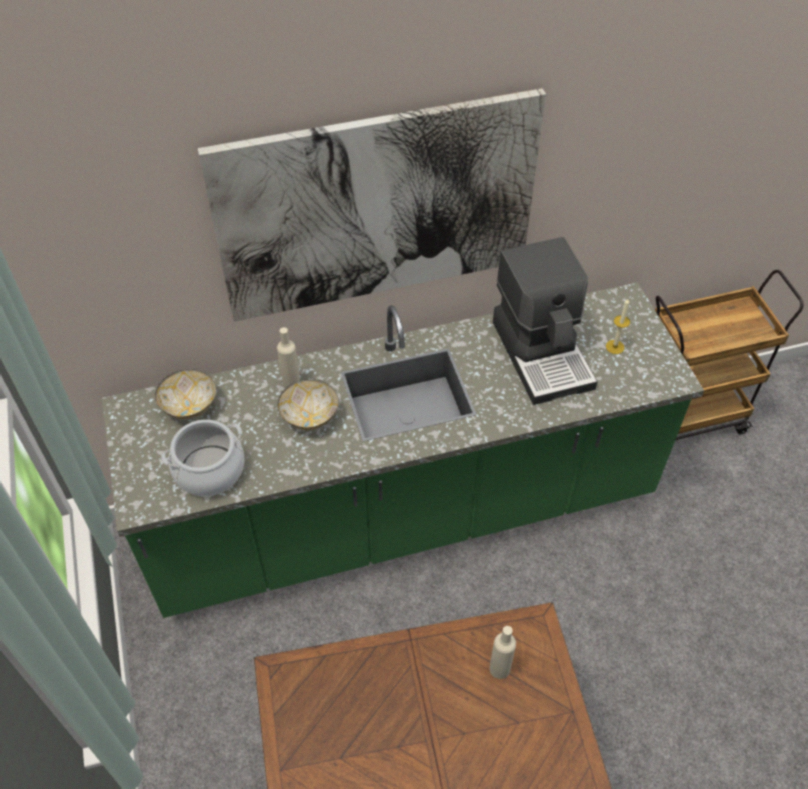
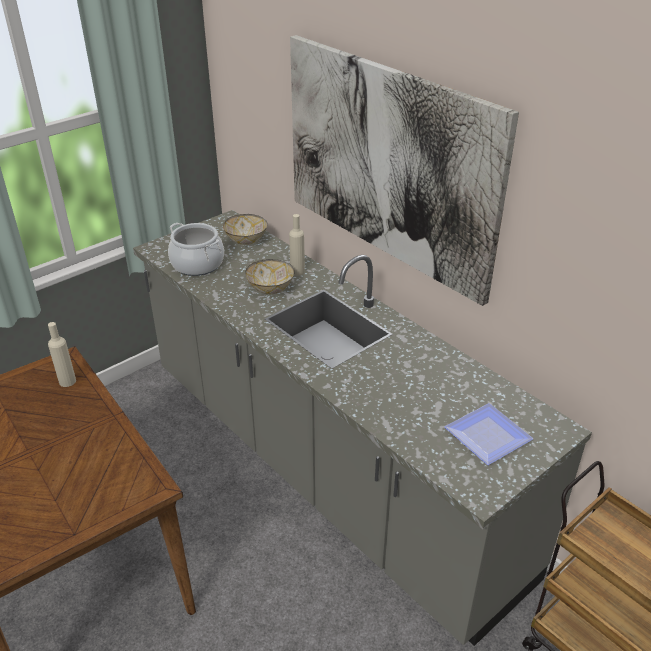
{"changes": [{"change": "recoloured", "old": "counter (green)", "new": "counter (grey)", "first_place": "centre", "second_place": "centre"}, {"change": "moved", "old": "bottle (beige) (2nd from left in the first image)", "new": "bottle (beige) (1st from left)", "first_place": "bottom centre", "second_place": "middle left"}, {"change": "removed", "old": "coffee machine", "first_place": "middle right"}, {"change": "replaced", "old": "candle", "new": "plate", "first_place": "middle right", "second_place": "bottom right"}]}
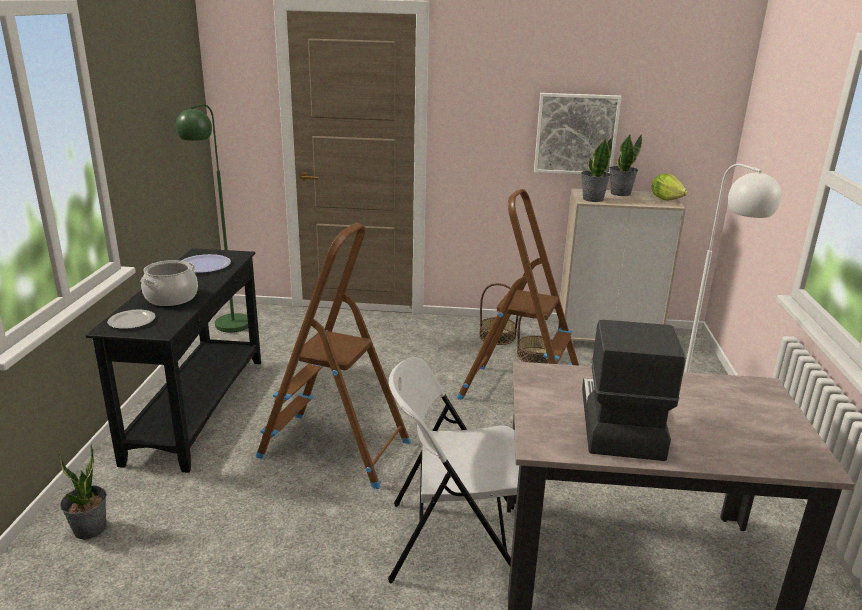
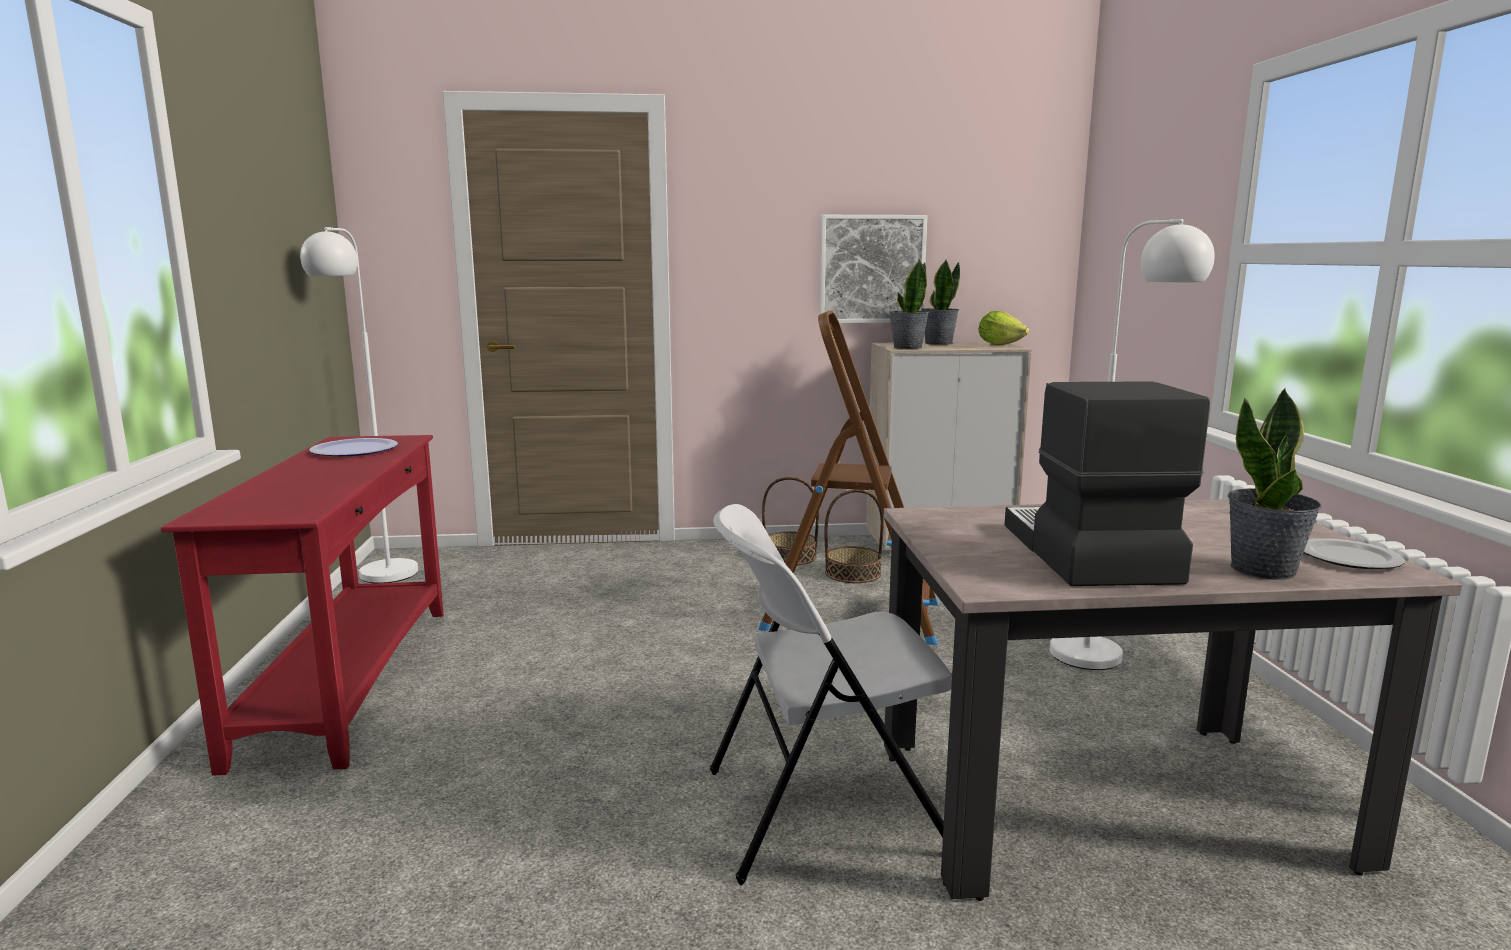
{"changes": [{"change": "moved", "old": "potted plant (1st from left in the first image)", "new": "potted plant (3rd from left)", "first_place": "bottom left", "second_place": "middle right"}, {"change": "recoloured", "old": "console table (black)", "new": "console table (red)", "first_place": "middle left", "second_place": "middle left"}, {"change": "moved", "old": "plate (1st from left in the first image)", "new": "plate (2nd from left)", "first_place": "middle left", "second_place": "middle right"}, {"change": "removed", "old": "cooking pot", "first_place": "middle left"}, {"change": "recoloured", "old": "floor lamp (green)", "new": "floor lamp (white) (1st from left)", "first_place": "middle left", "second_place": "middle left"}, {"change": "removed", "old": "step ladder (brown) (1st from left)", "first_place": "centre"}]}
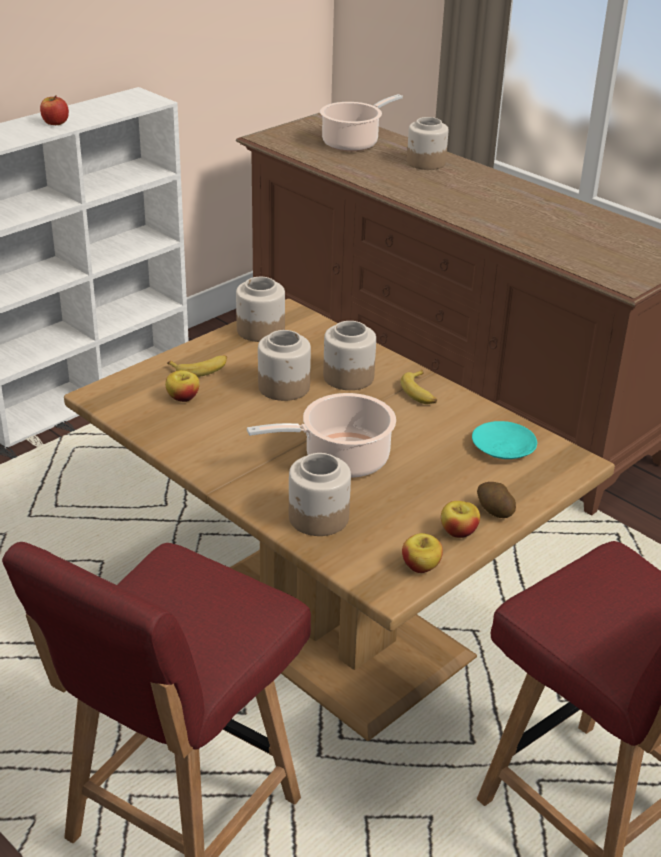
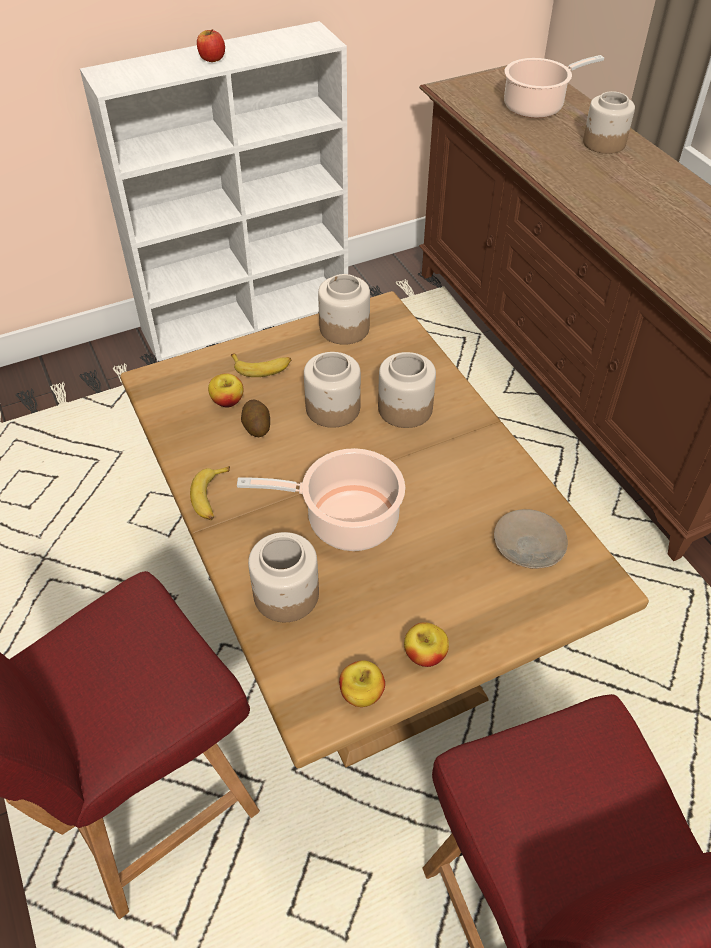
{"changes": [{"change": "moved", "old": "banana (2nd from left in the first image)", "new": "banana (1st from left)", "first_place": "centre", "second_place": "middle left"}, {"change": "recoloured", "old": "plate (turquoise)", "new": "plate (beige)", "first_place": "middle right", "second_place": "middle right"}, {"change": "moved", "old": "potato", "first_place": "middle right", "second_place": "centre"}]}
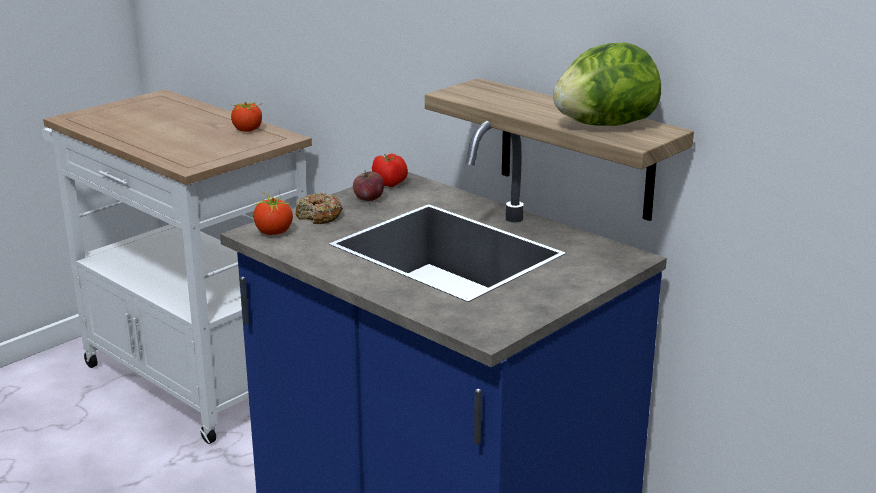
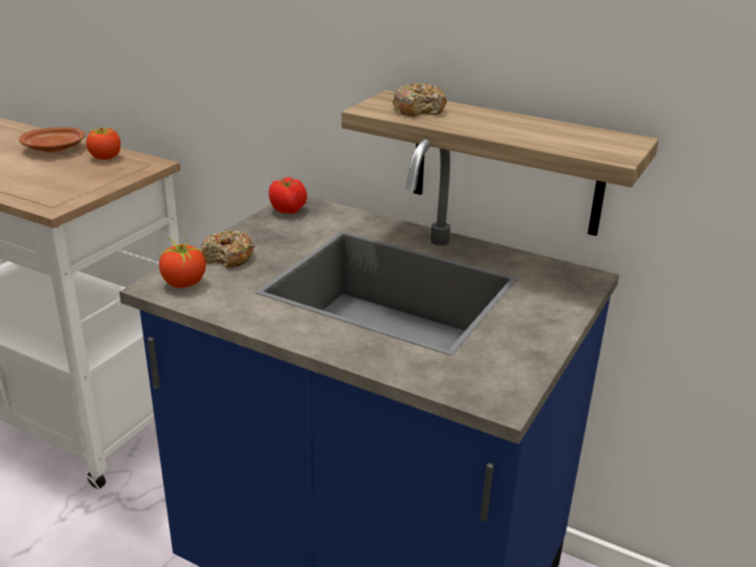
{"changes": [{"change": "removed", "old": "apple", "first_place": "centre"}, {"change": "removed", "old": "lettuce", "first_place": "top right"}, {"change": "added", "new": "plate (brown)", "second_place": "top left"}, {"change": "added", "new": "donut (2nd from left)", "second_place": "top centre"}]}
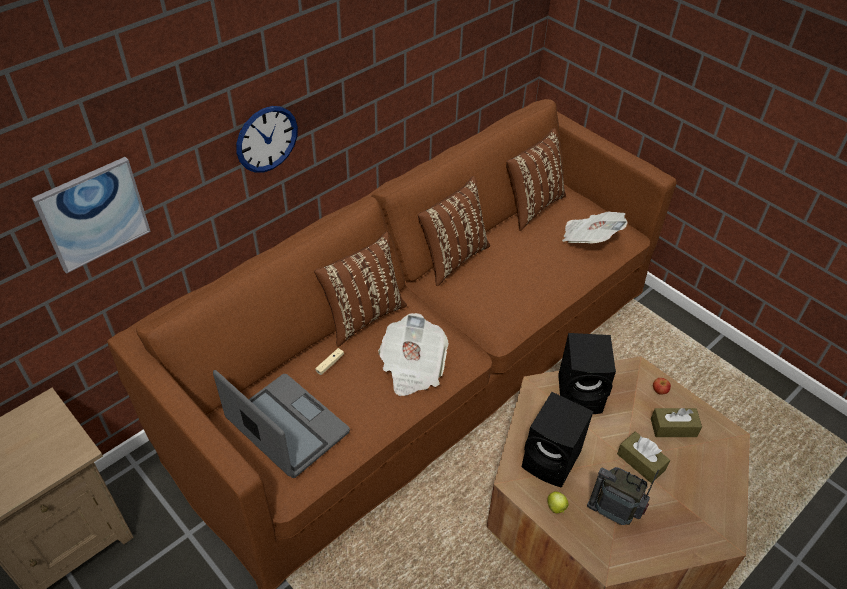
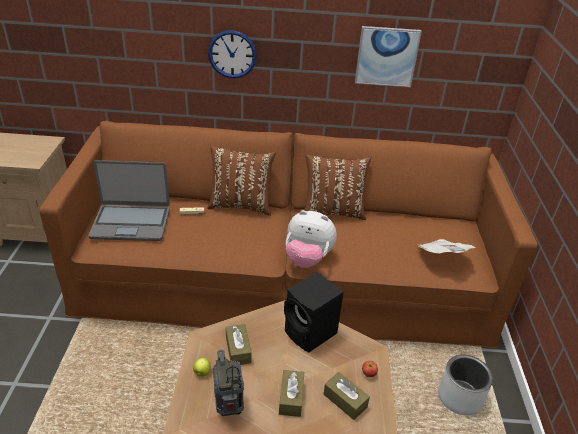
{"changes": [{"change": "moved", "old": "picture", "first_place": "middle left", "second_place": "top right"}, {"change": "turned", "old": "laptop", "first_place": "bottom left", "second_place": "middle left", "degrees": 90}, {"change": "removed", "old": "newspaper (1st from left)", "first_place": "centre"}, {"change": "removed", "old": "pillow (brown) (3rd from left)", "first_place": "top centre"}, {"change": "replaced", "old": "speaker (black) (1st from left)", "new": "tissue box (brown) (1st from left)", "first_place": "bottom centre", "second_place": "bottom centre"}, {"change": "added", "new": "plush toy", "second_place": "centre"}, {"change": "added", "new": "planter (grey)", "second_place": "bottom right"}]}
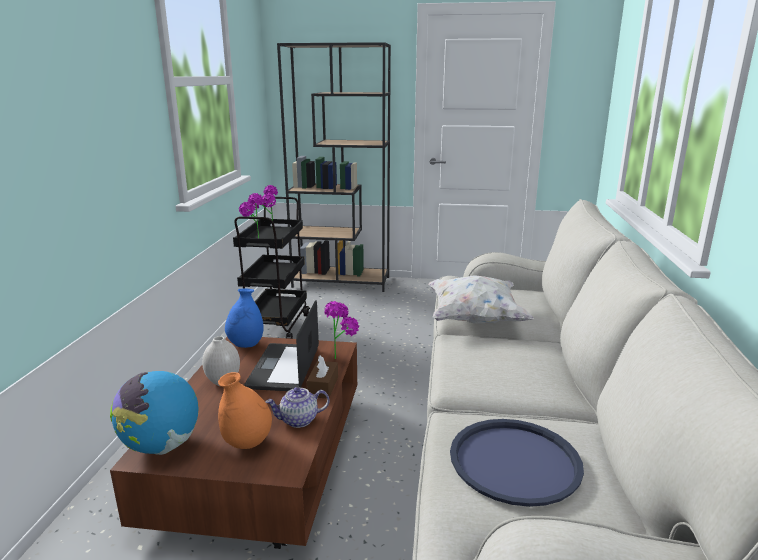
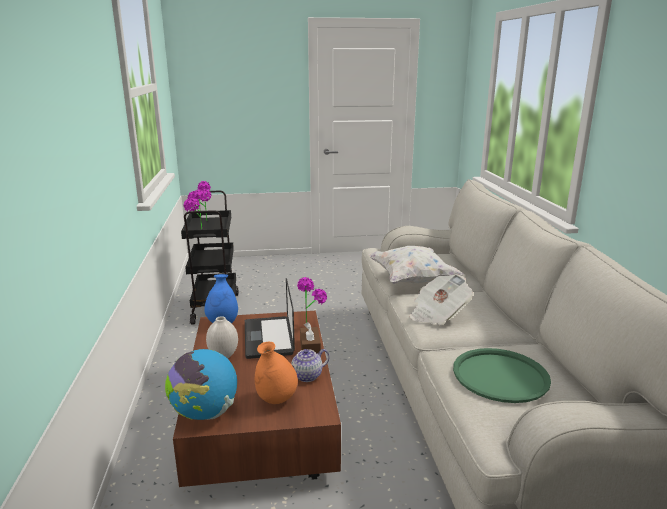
{"changes": [{"change": "removed", "old": "bookcase", "first_place": "top centre"}, {"change": "recoloured", "old": "tray (blue)", "new": "tray (green)", "first_place": "bottom right", "second_place": "bottom right"}, {"change": "added", "new": "newspaper", "second_place": "centre"}]}
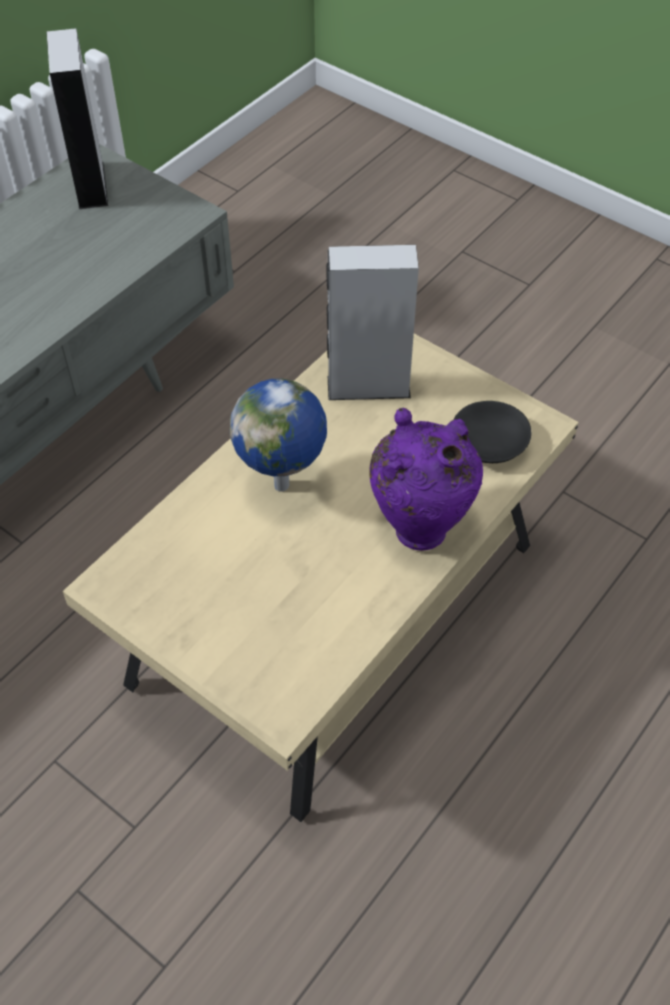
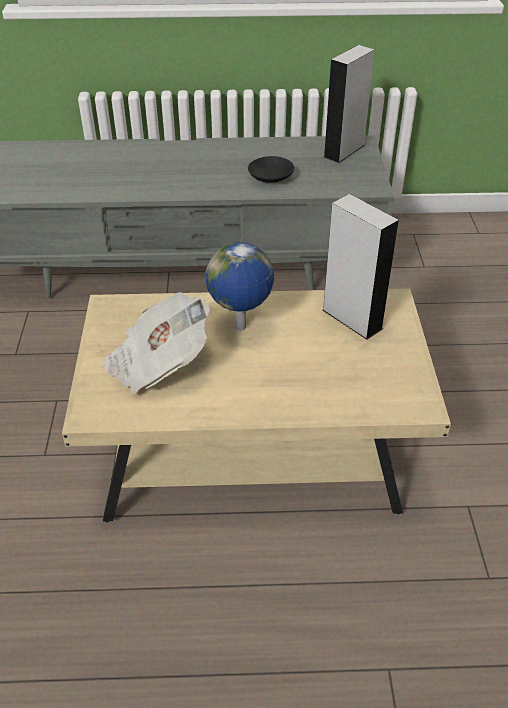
{"changes": [{"change": "removed", "old": "vase (purple)", "first_place": "centre"}, {"change": "moved", "old": "bowl (black)", "first_place": "middle right", "second_place": "top centre"}, {"change": "added", "new": "newspaper", "second_place": "middle left"}]}
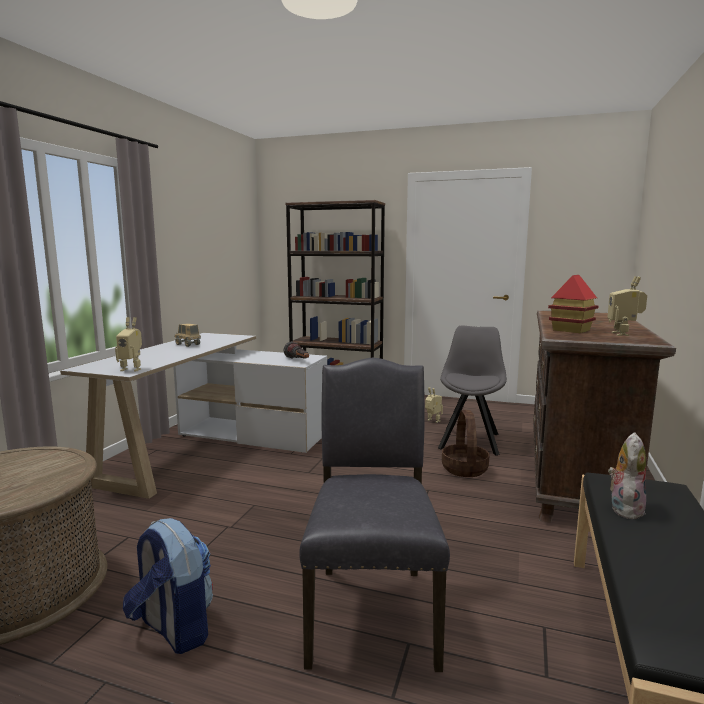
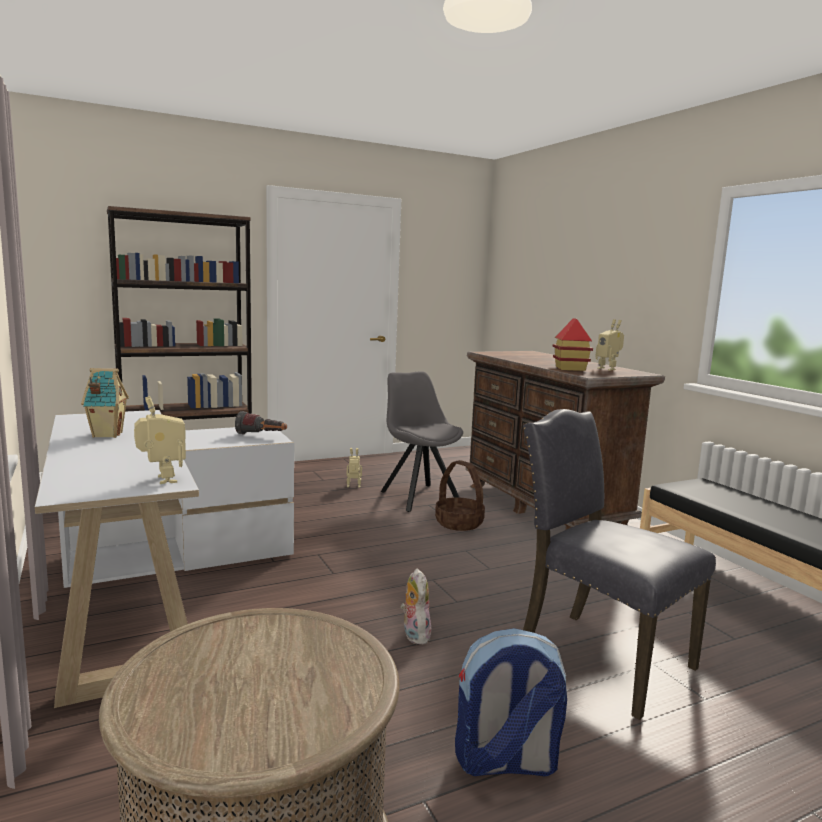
{"changes": [{"change": "turned", "old": "toy robot (1st from left)", "first_place": "middle left", "second_place": "middle left", "degrees": -75}, {"change": "replaced", "old": "toy truck", "new": "toy house (1st from left)", "first_place": "middle left", "second_place": "middle left"}, {"change": "moved", "old": "plush toy", "first_place": "bottom right", "second_place": "bottom centre"}]}
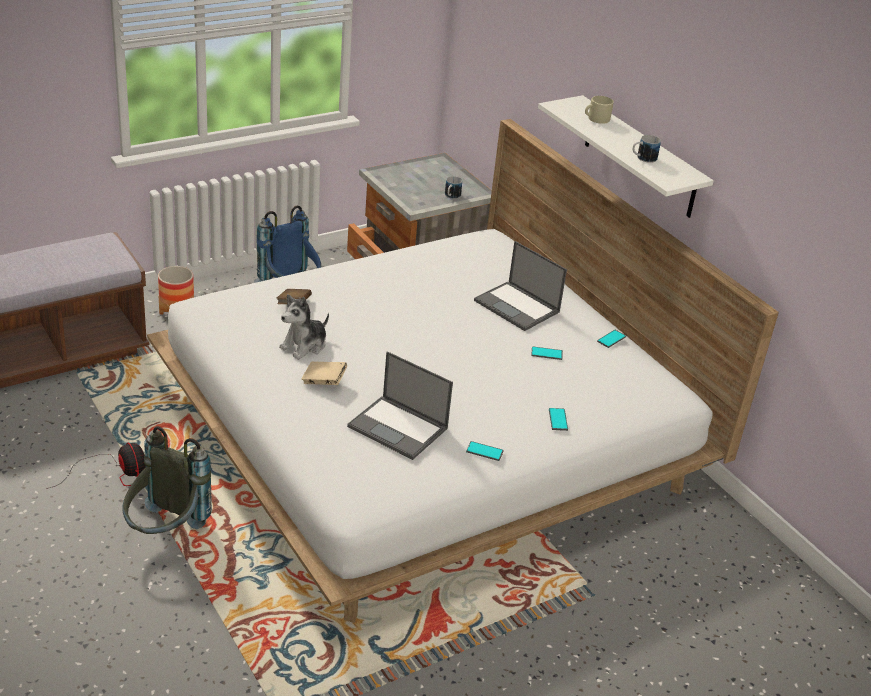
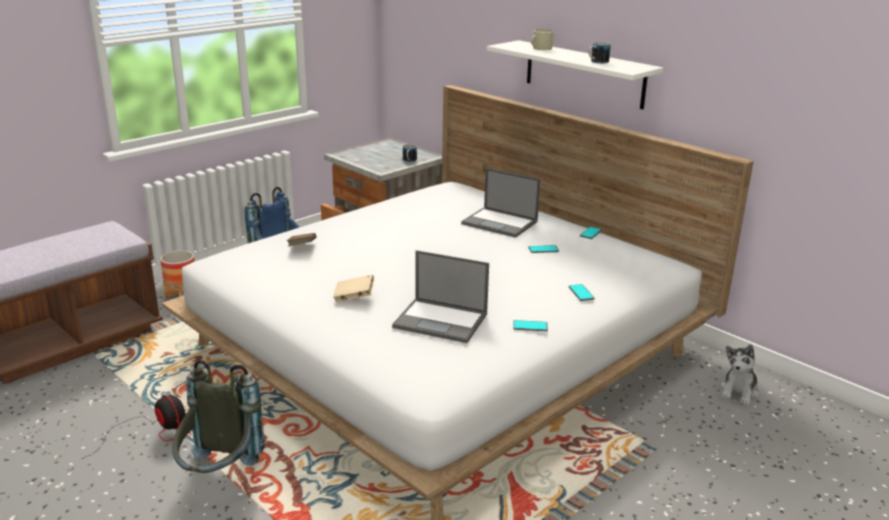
{"changes": [{"change": "moved", "old": "plush toy", "first_place": "centre", "second_place": "bottom right"}]}
